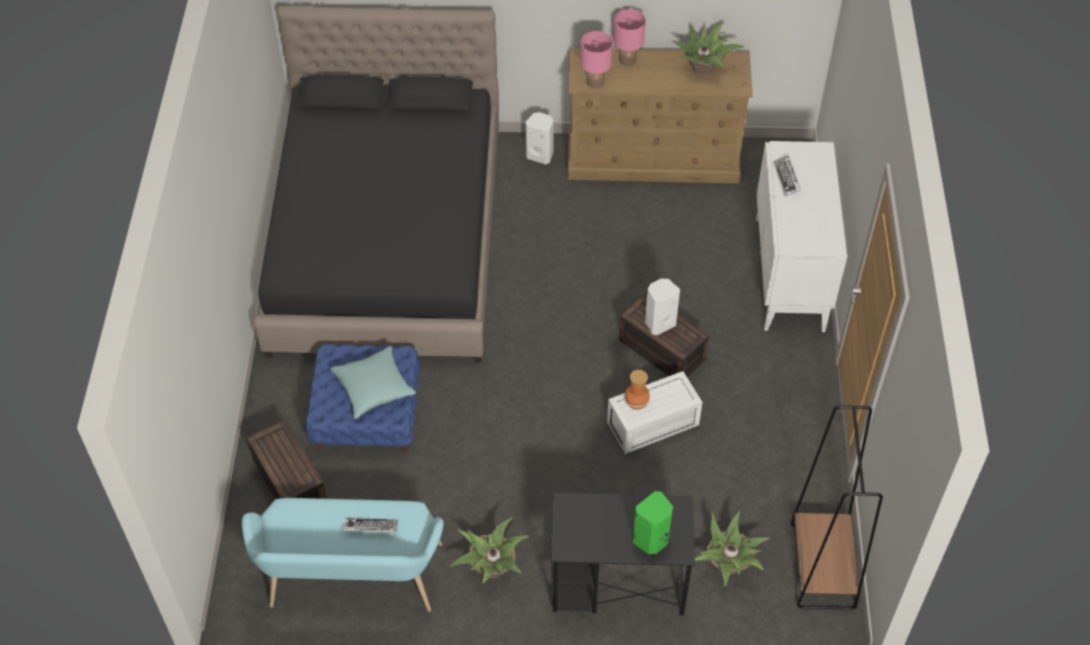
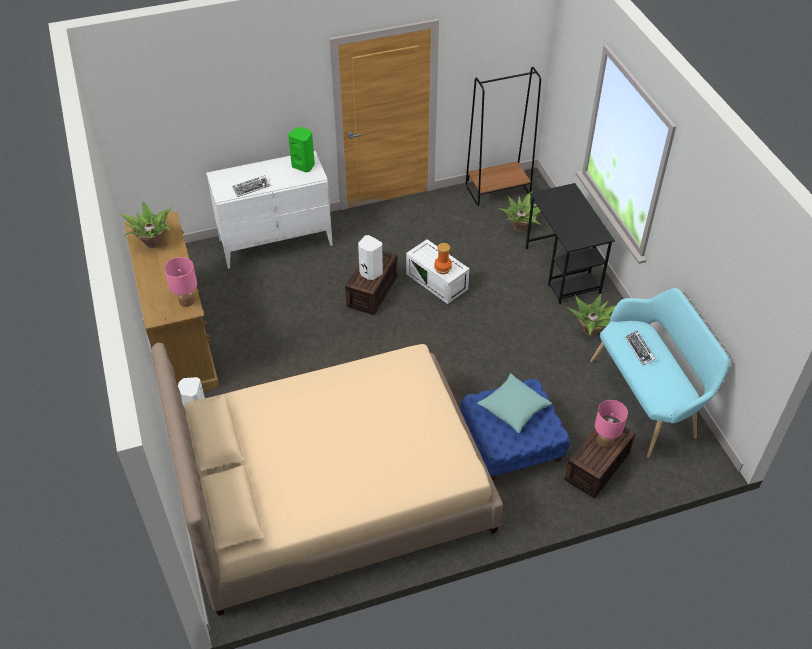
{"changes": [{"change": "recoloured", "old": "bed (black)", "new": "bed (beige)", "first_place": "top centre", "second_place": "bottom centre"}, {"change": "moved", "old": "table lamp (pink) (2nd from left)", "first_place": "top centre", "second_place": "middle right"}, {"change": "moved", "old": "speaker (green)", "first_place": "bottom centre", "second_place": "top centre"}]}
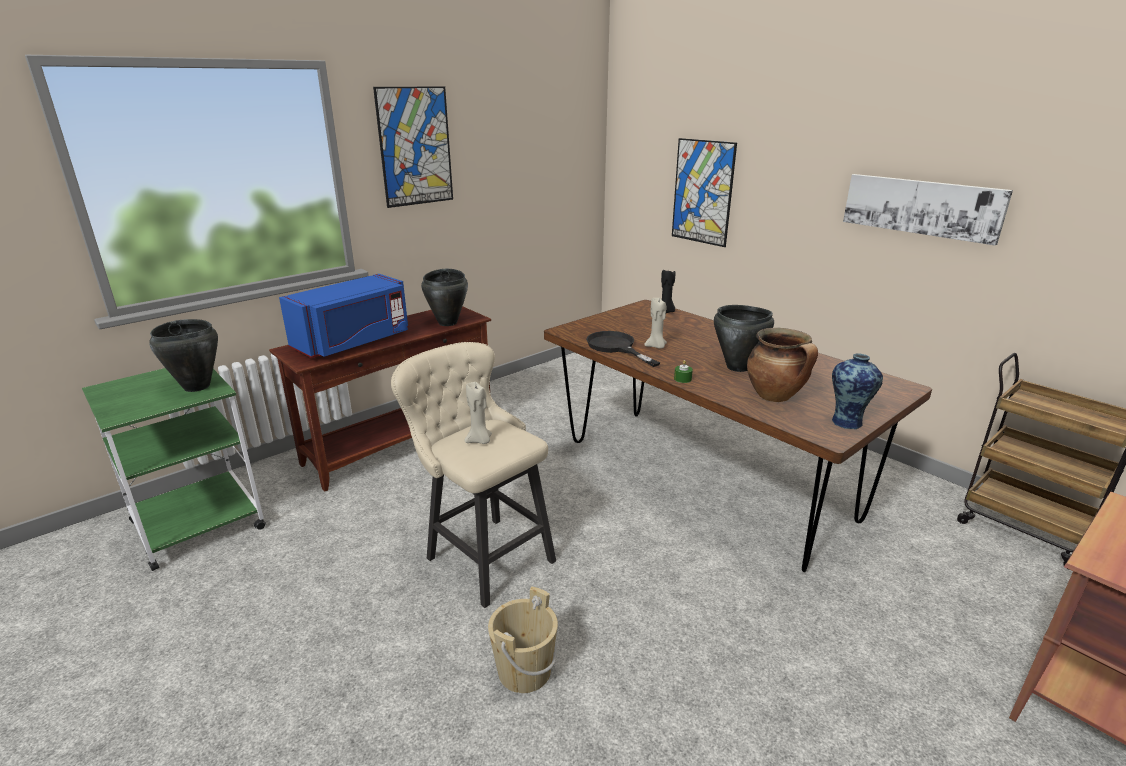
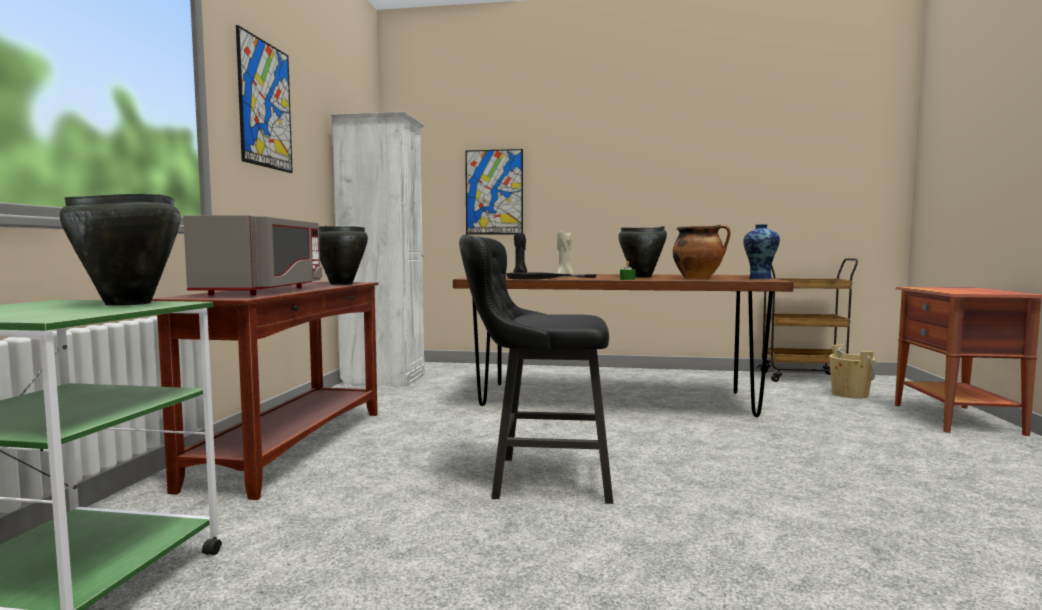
{"changes": [{"change": "recoloured", "old": "microwave (blue)", "new": "microwave (grey)", "first_place": "middle left", "second_place": "middle left"}, {"change": "recoloured", "old": "stool (beige)", "new": "stool (black)", "first_place": "centre", "second_place": "centre"}, {"change": "removed", "old": "candle (beige) (1st from left)", "first_place": "centre"}, {"change": "moved", "old": "bucket (beige)", "first_place": "bottom centre", "second_place": "middle right"}, {"change": "removed", "old": "picture (3rd from left)", "first_place": "top right"}, {"change": "added", "new": "cabinet (white)", "second_place": "centre"}]}
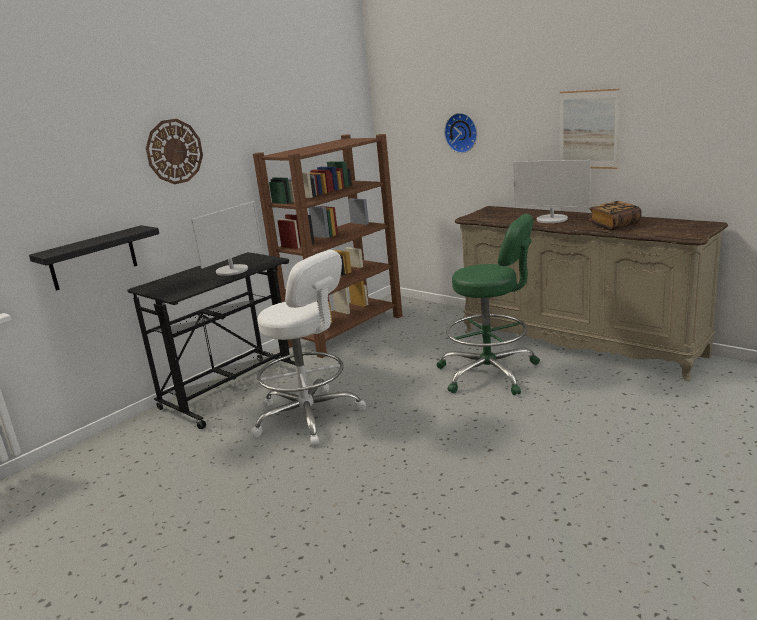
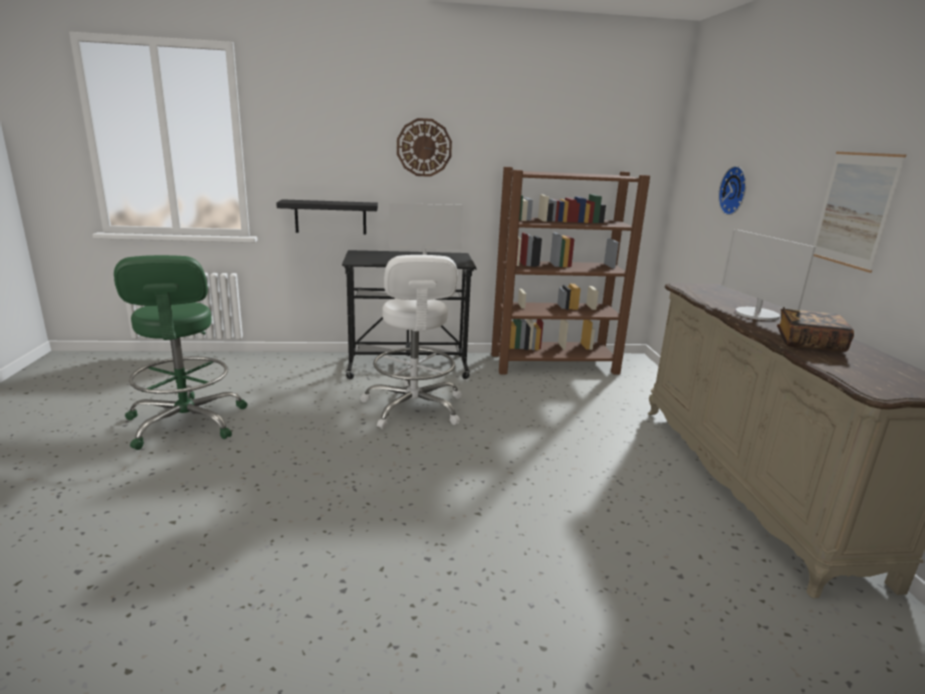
{"changes": [{"change": "moved", "old": "stool (green)", "first_place": "centre", "second_place": "middle left"}]}
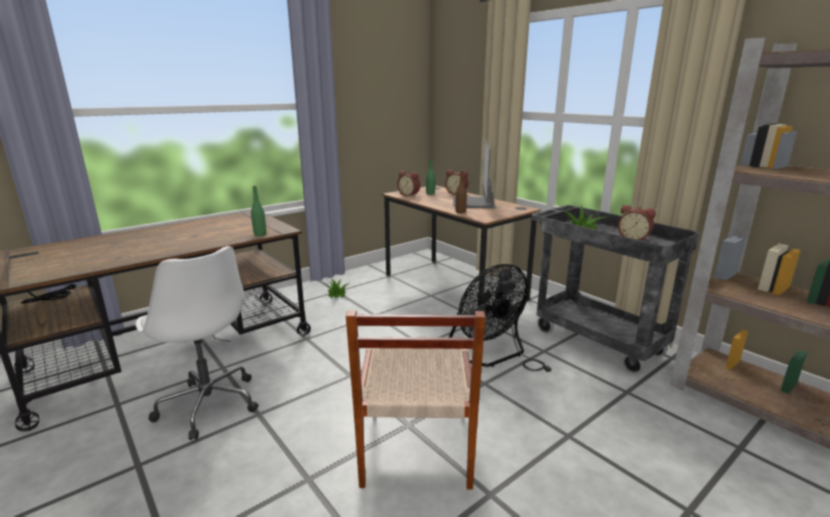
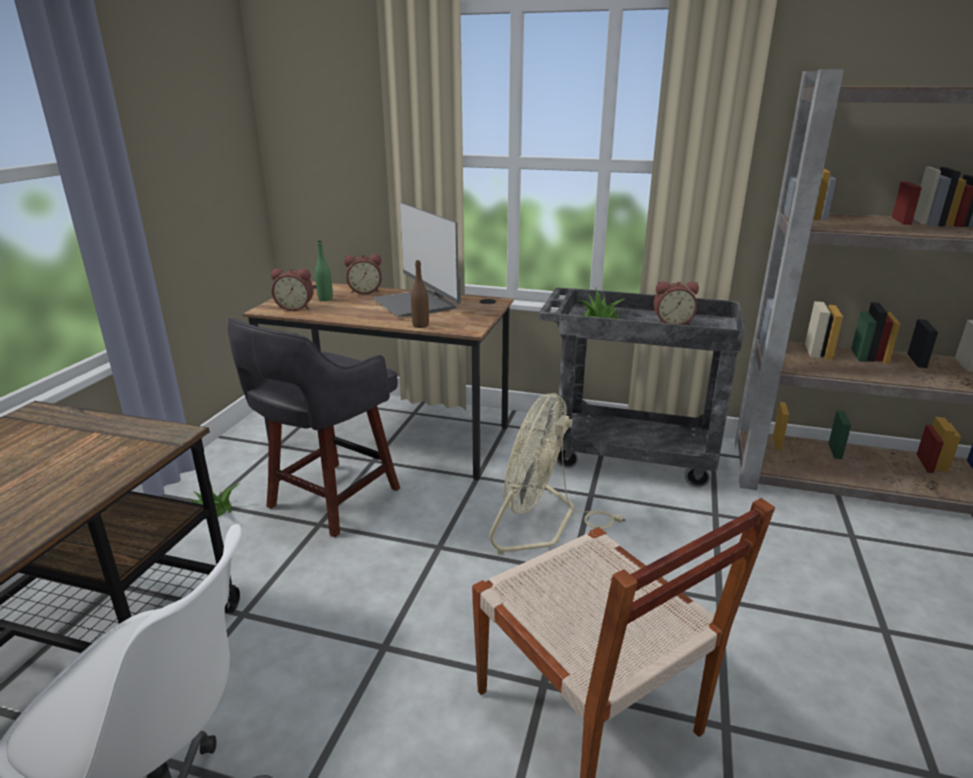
{"changes": [{"change": "removed", "old": "bottle (green) (1st from left)", "first_place": "middle left"}, {"change": "recoloured", "old": "fan (black)", "new": "fan (beige)", "first_place": "centre", "second_place": "centre"}, {"change": "added", "new": "stool (grey)", "second_place": "middle left"}]}
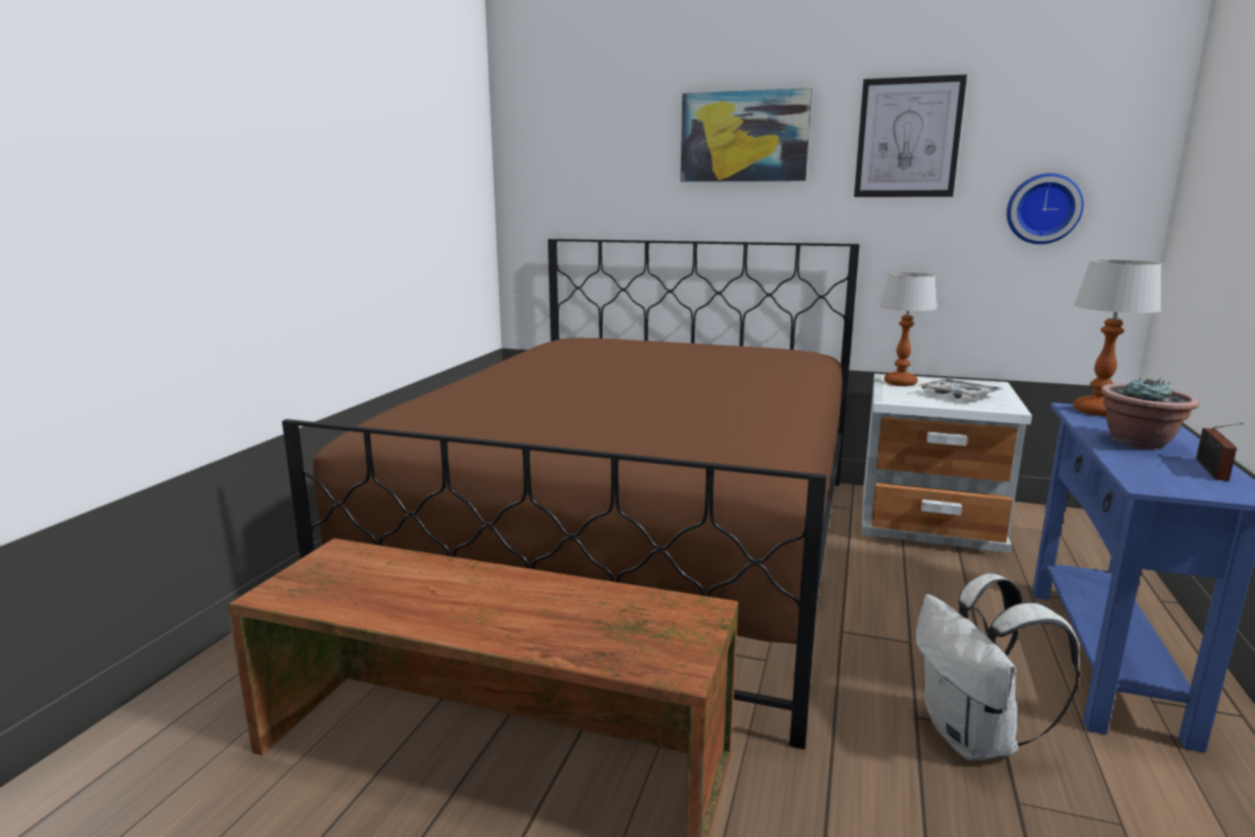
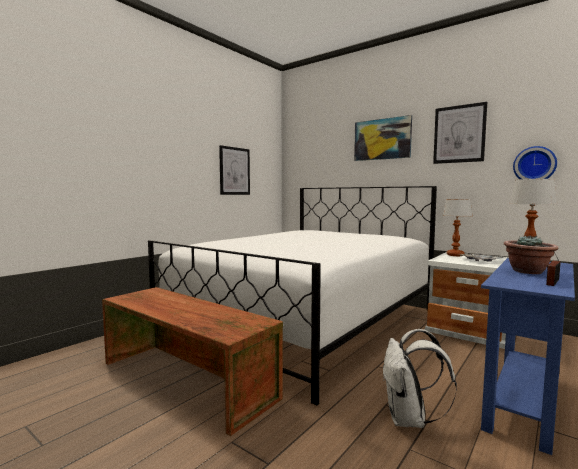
{"changes": [{"change": "recoloured", "old": "bed (brown)", "new": "bed (white)", "first_place": "centre", "second_place": "centre"}, {"change": "added", "new": "picture (1st from left)", "second_place": "centre"}]}
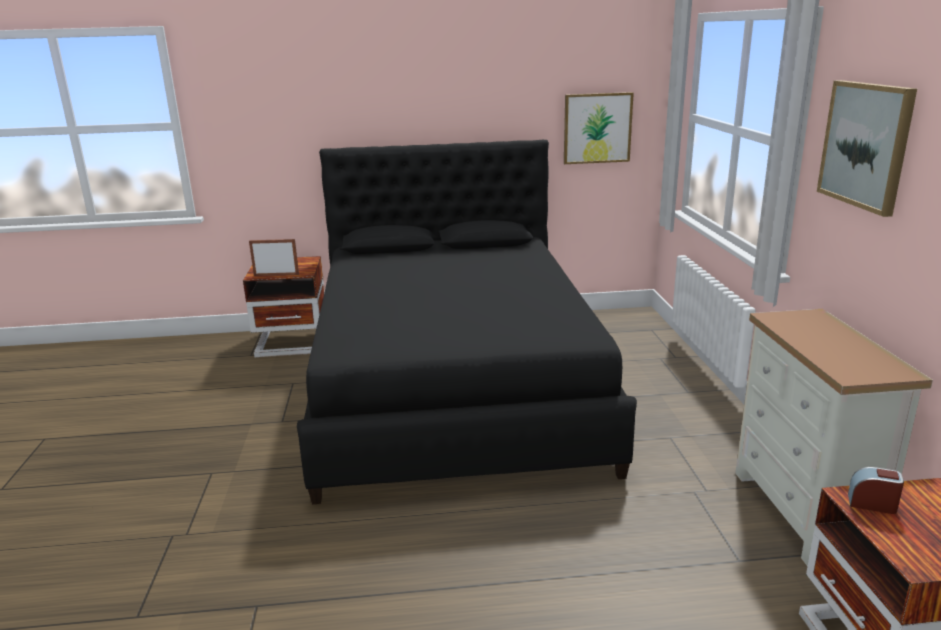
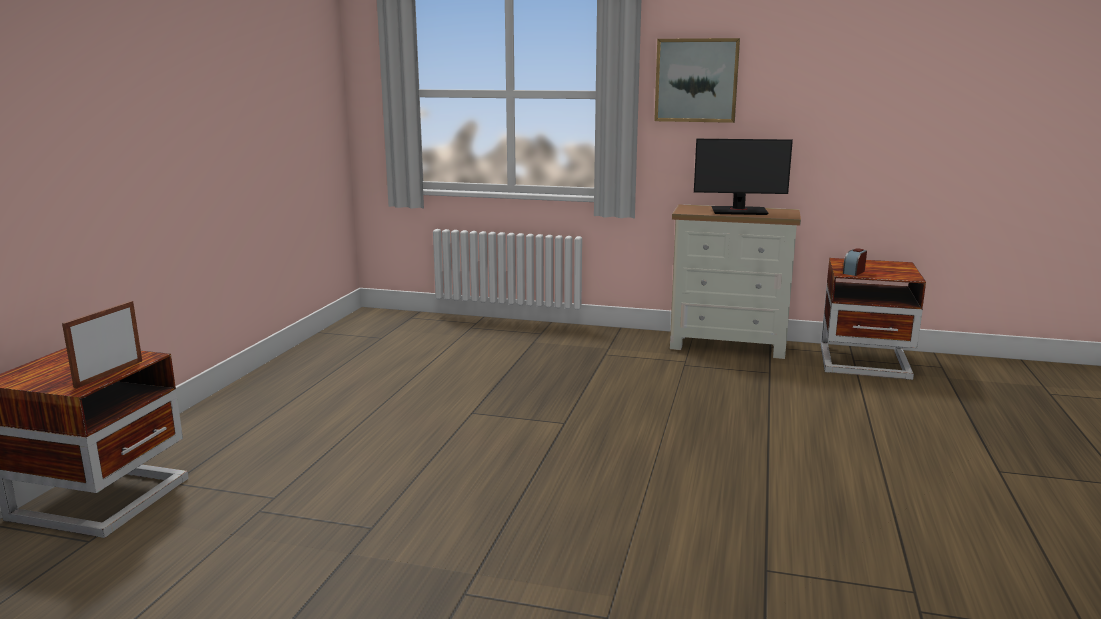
{"changes": [{"change": "removed", "old": "bed (black)", "first_place": "centre"}, {"change": "removed", "old": "picture (1st from left)", "first_place": "top centre"}, {"change": "added", "new": "monitor", "second_place": "top right"}]}
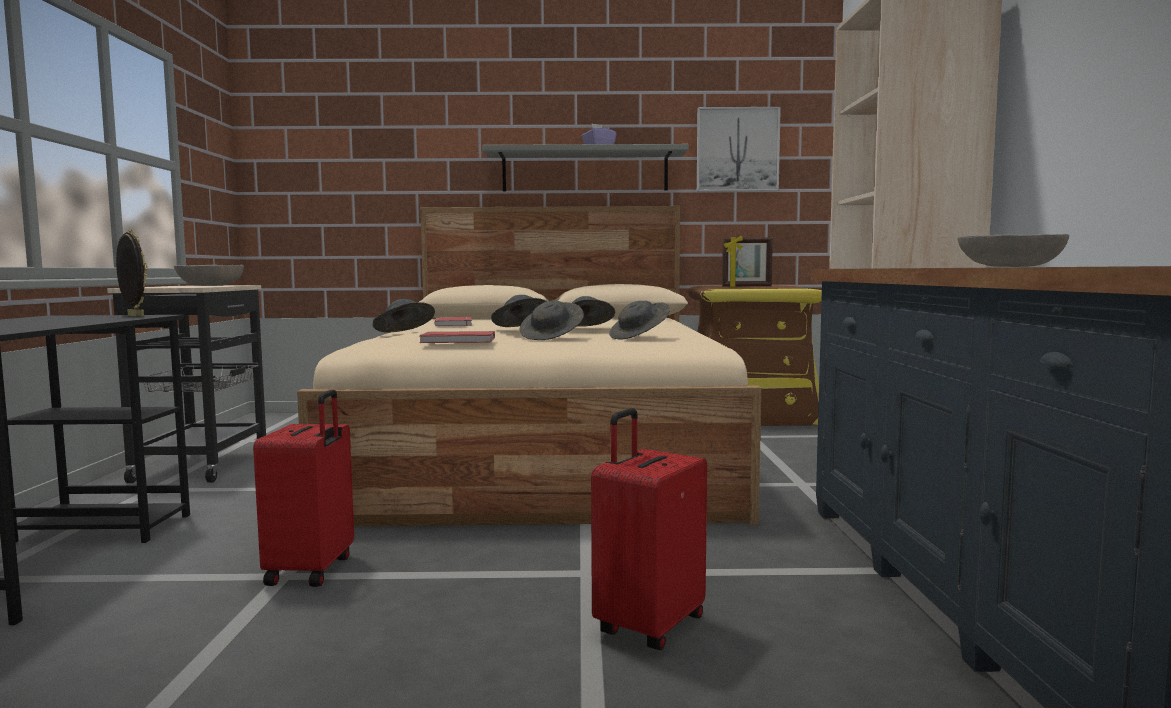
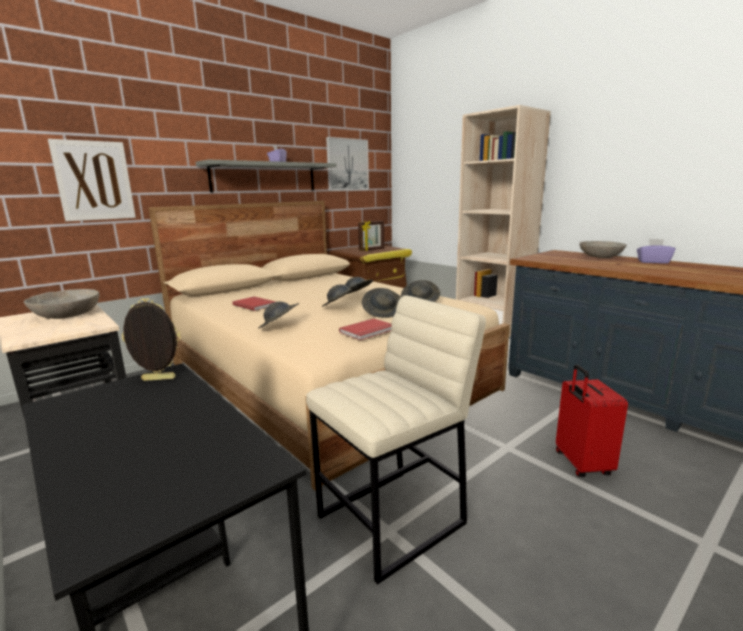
{"changes": [{"change": "replaced", "old": "suitcase (red) (1st from left)", "new": "chair (beige)", "first_place": "bottom left", "second_place": "bottom centre"}, {"change": "added", "new": "picture (1st from left)", "second_place": "top left"}, {"change": "added", "new": "tissue box (purple) (2nd from left)", "second_place": "middle right"}]}
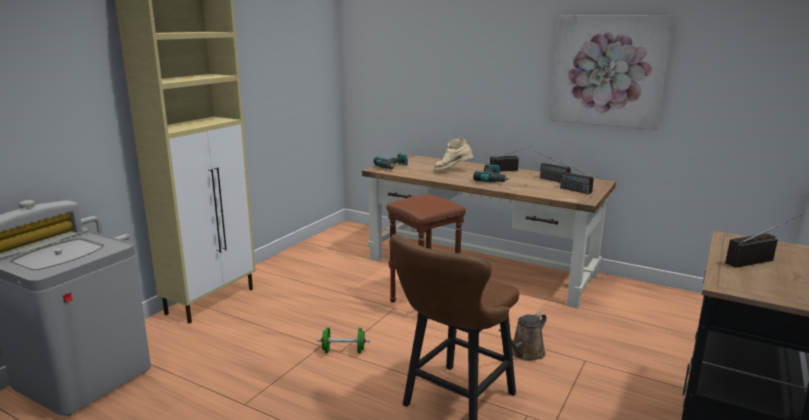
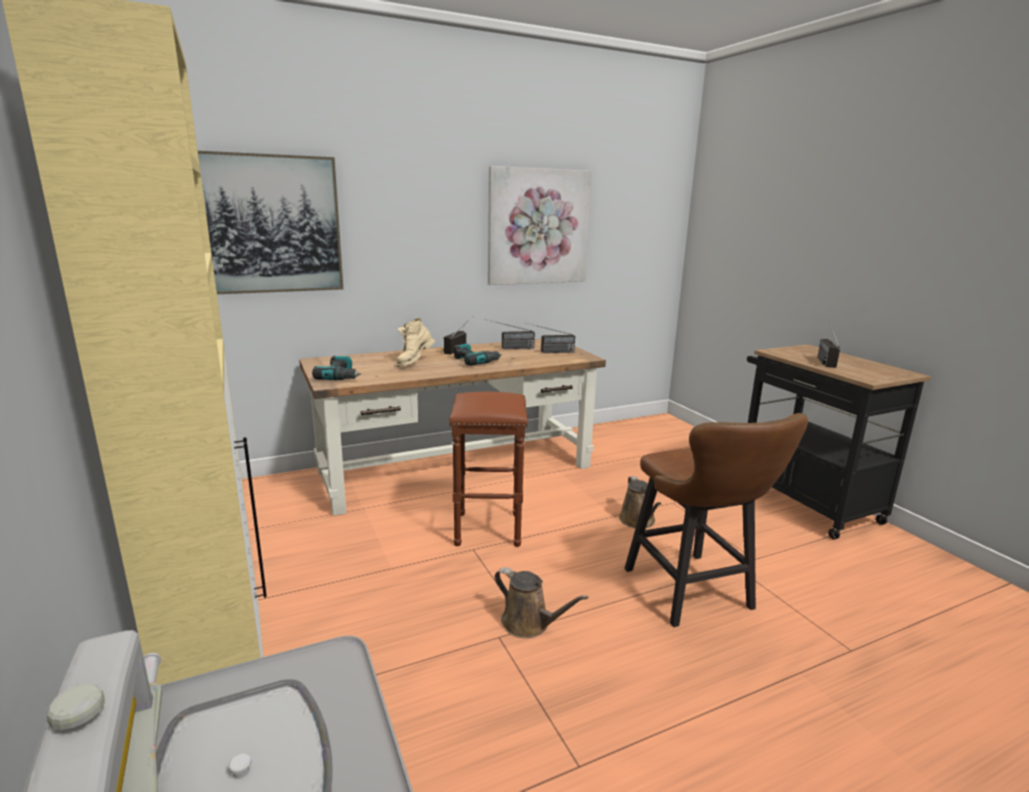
{"changes": [{"change": "replaced", "old": "dumbbell (green)", "new": "watering can (brown) (1st from left)", "first_place": "bottom centre", "second_place": "bottom centre"}, {"change": "added", "new": "picture (1st from left)", "second_place": "top left"}]}
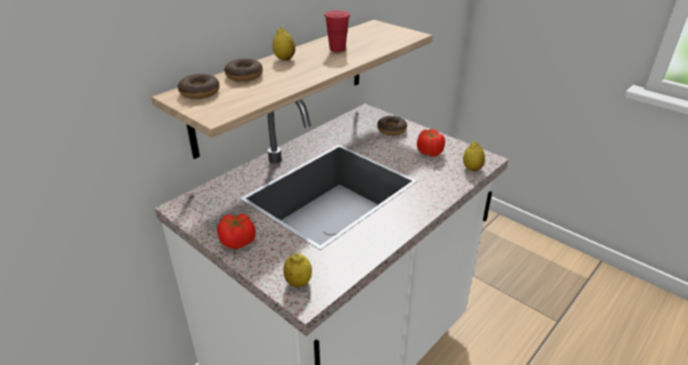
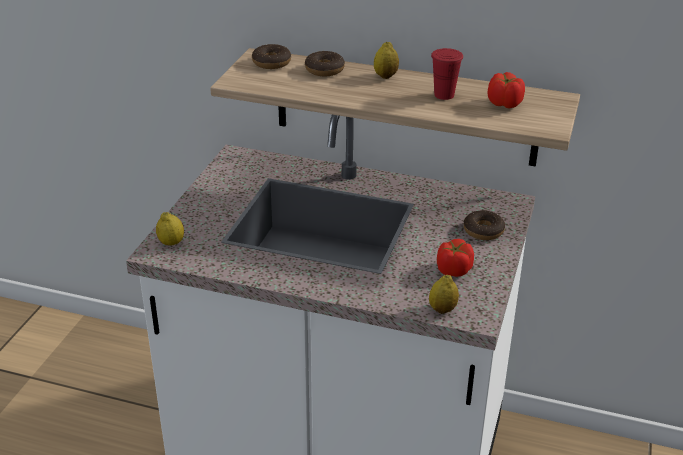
{"changes": [{"change": "moved", "old": "tomato (1st from left in the first image)", "new": "tomato (2nd from left)", "first_place": "centre", "second_place": "top right"}]}
